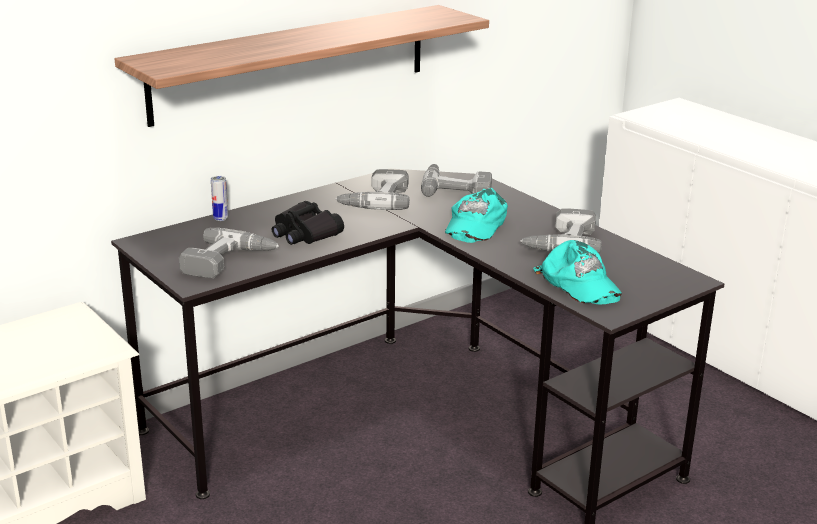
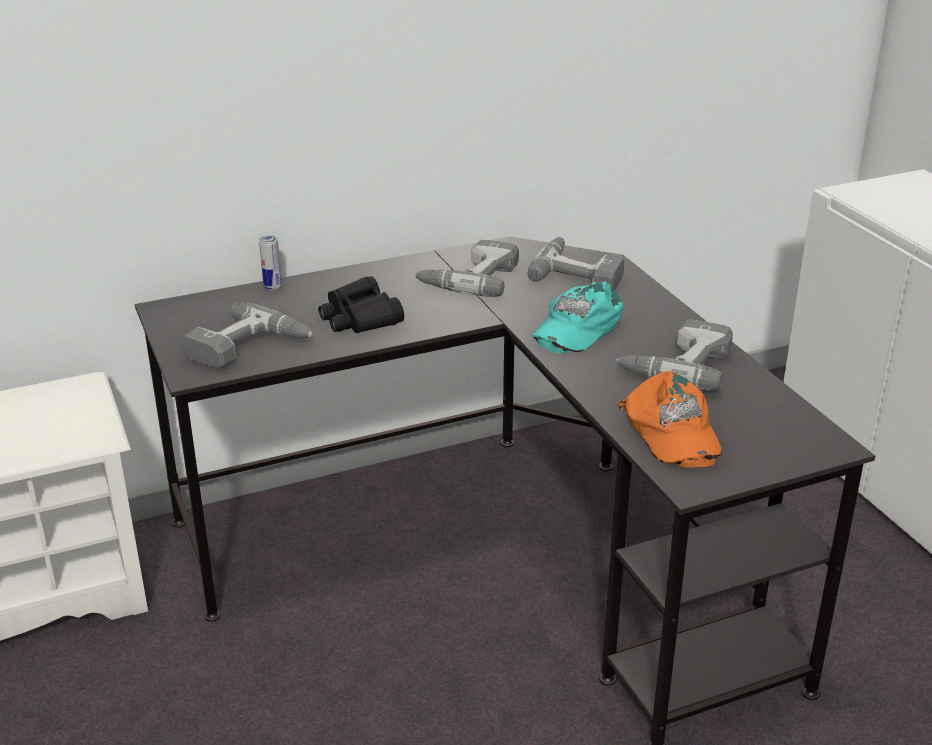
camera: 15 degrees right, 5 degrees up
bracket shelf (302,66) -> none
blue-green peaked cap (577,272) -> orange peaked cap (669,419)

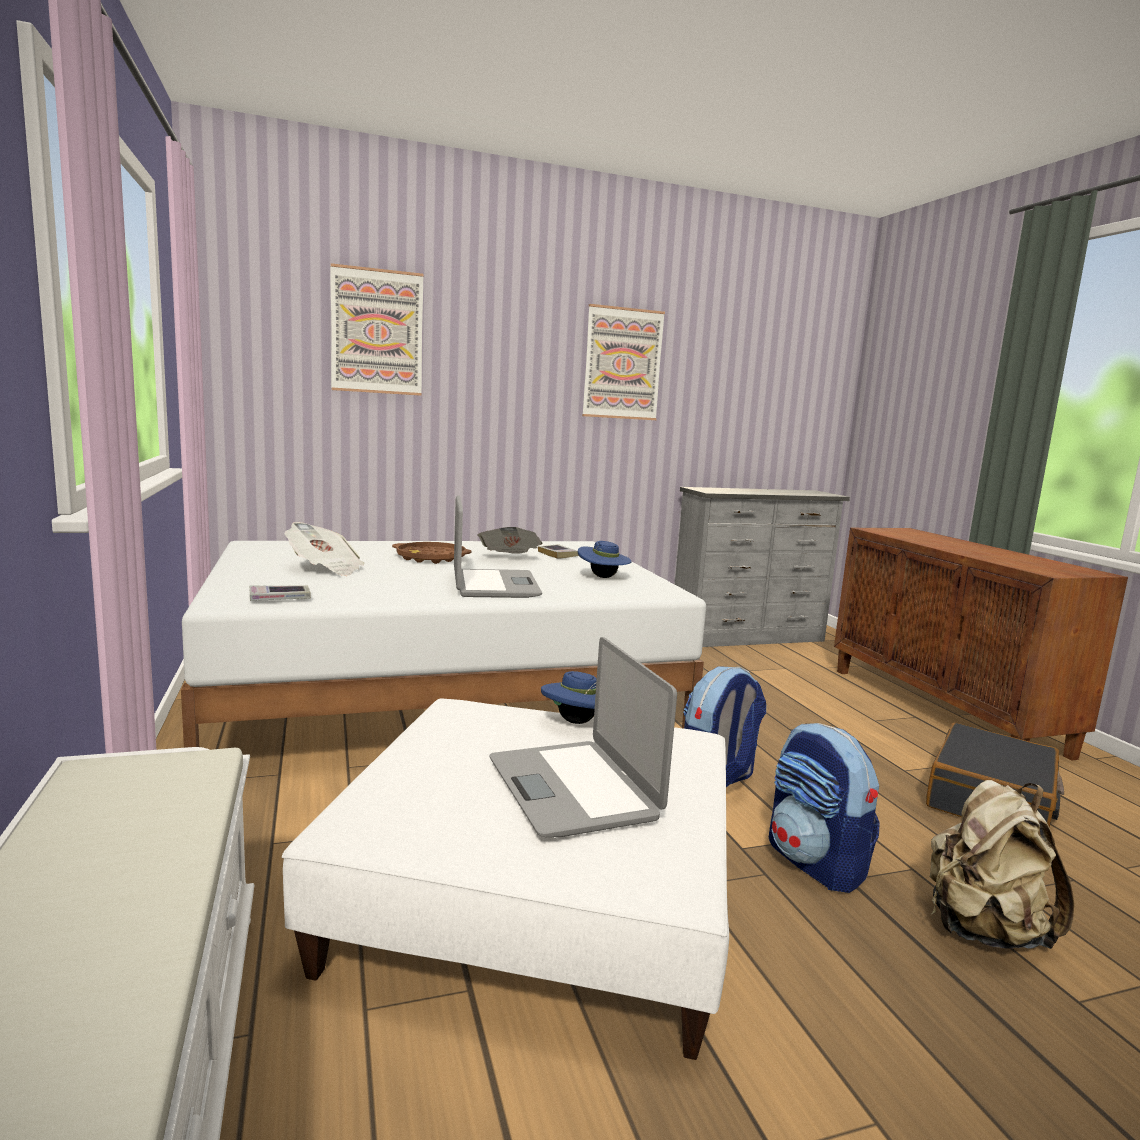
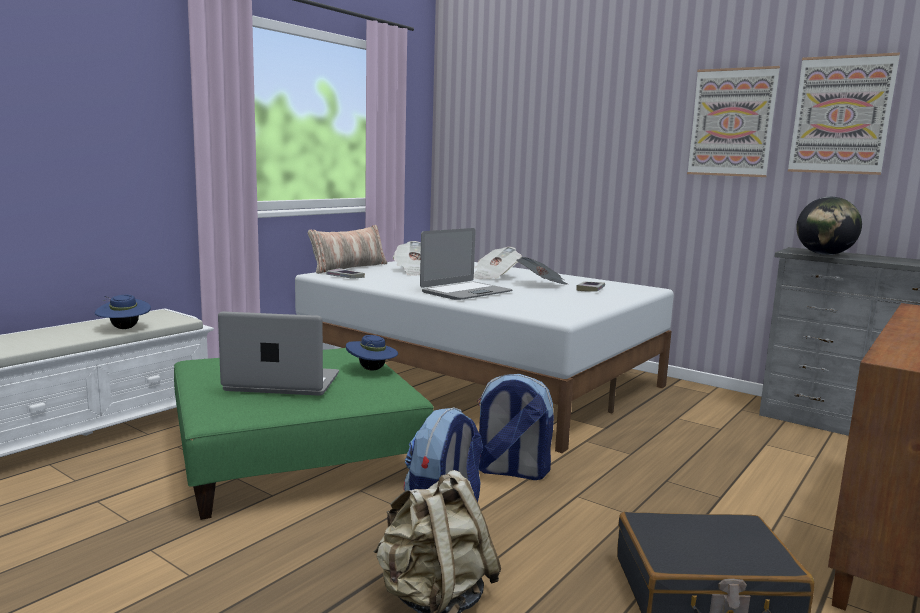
camera: 55 degrees right, 0 degrees up
wall art (376,329) -> wall art (844,114), relocated
blue-coloured wearable hat (605,559) -> blue-coloured wearable hat (123,312), relocated
brown carrying tray (432,553) -> daily paper (498,263)
notebook computer (583,737) -> notebook computer (278,353), 60 degrees clockwise
whitish ottoman (505,879) -> greenish ottoman (304,434)
none -> world globe (829,226)
none -> pillow (347,249)

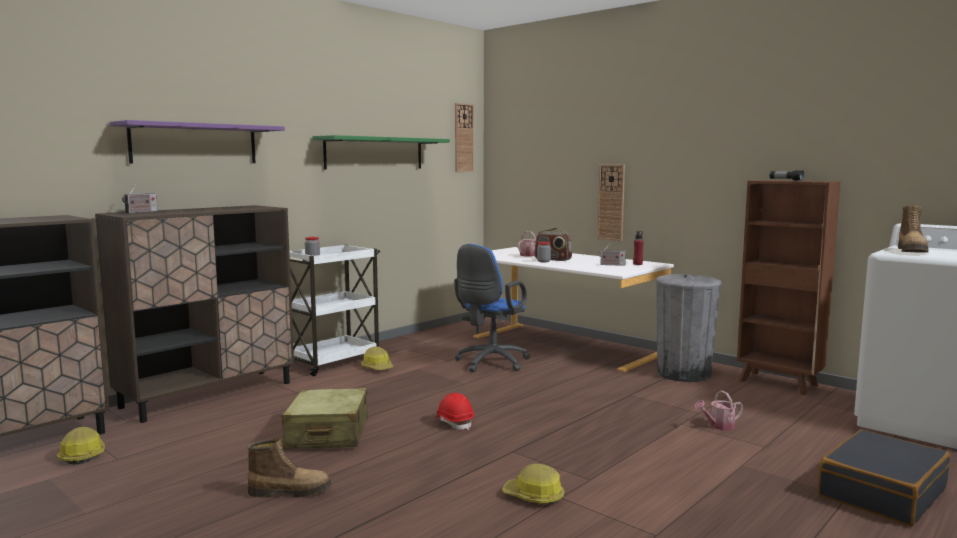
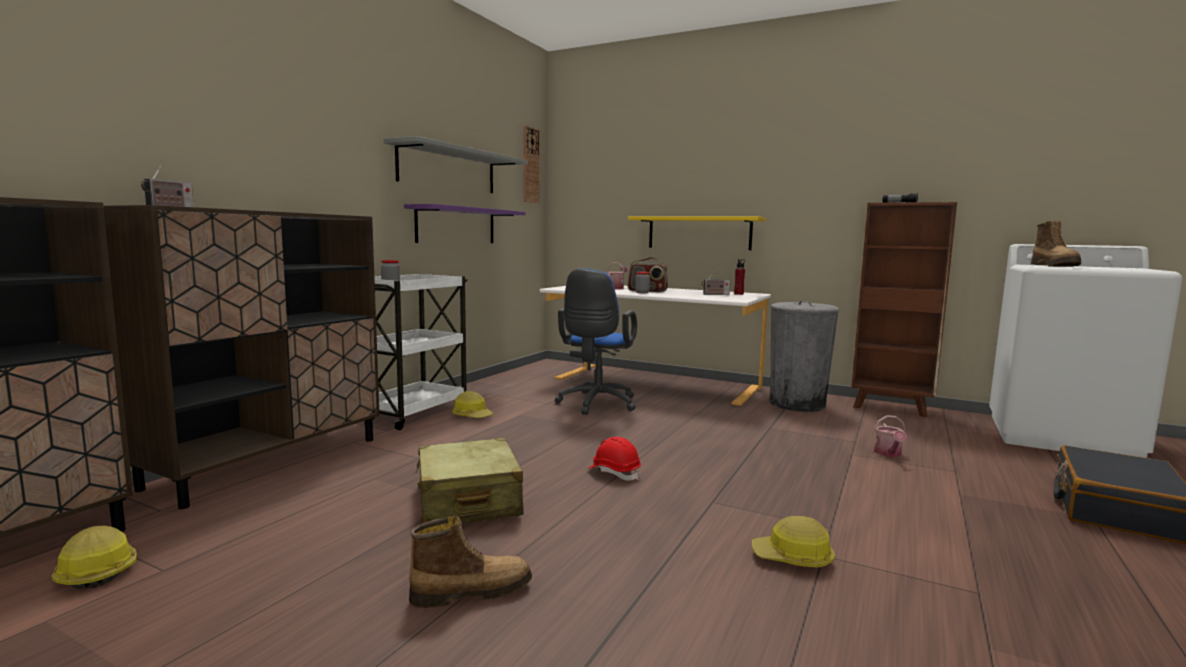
camera: 15 degrees left, 0 degrees up
purplish bracket shelf (197,141) -> purplish bracket shelf (464,223), relocated
greenish bracket shelf (381,152) -> greyish bracket shelf (456,164)
hanging clock (611,203) -> yellow-coloured bracket shelf (697,233)
sprinkling can (718,410) -> sprinkling can (890,436), 45 degrees counterclockwise

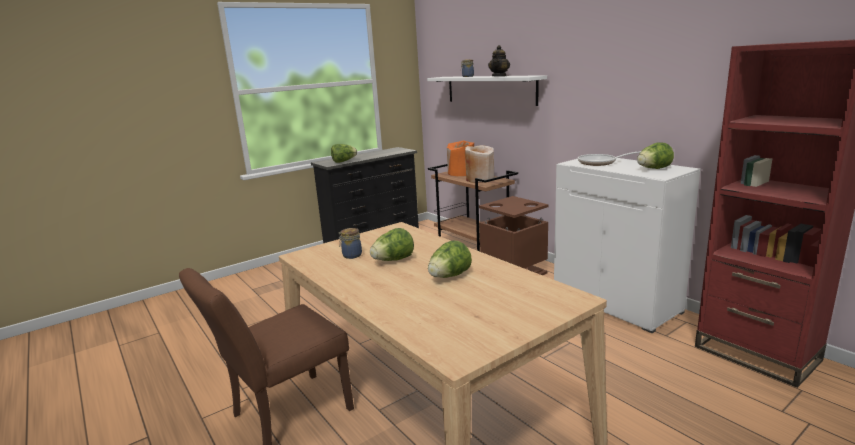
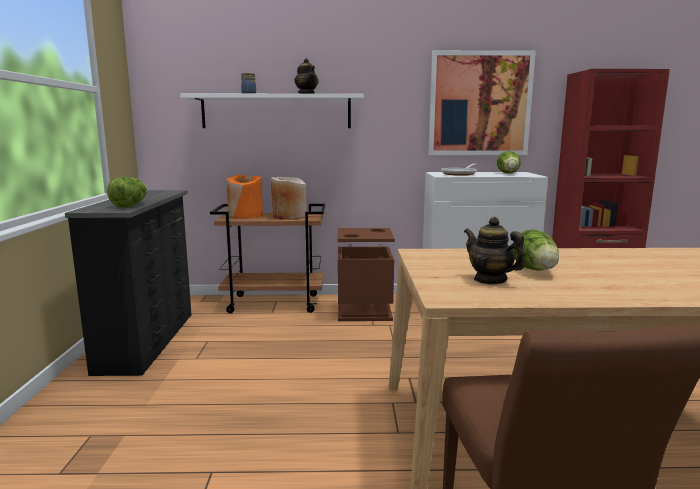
camera: 55 degrees left, 5 degrees down
jar (350,243) -> teapot (494,250)
lettuce head (450,259) -> none
none -> wall art (482,102)

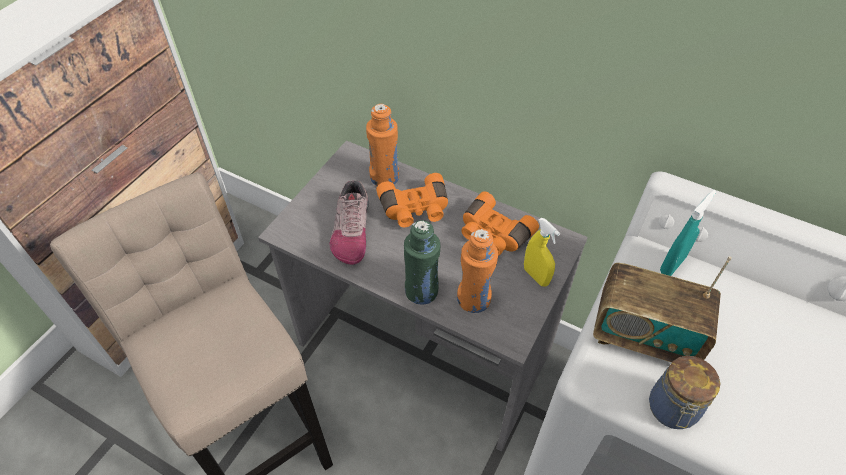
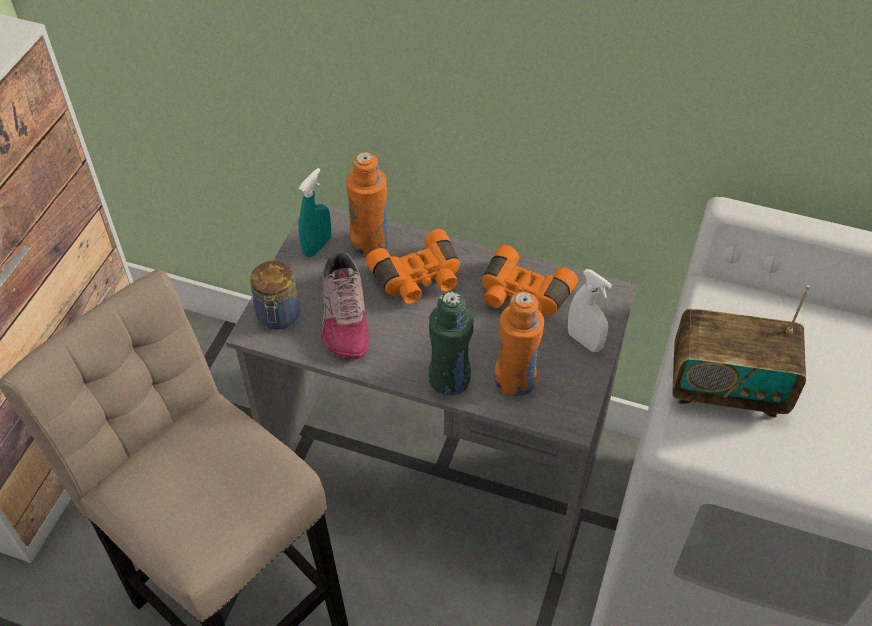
camera: 10 degrees left, 0 degrees up
blue-green sprayer (688,233) -> blue-green sprayer (314,212), relocated
yellow-coloured sprayer (542,252) -> whitish sprayer (590,310)
jar (684,392) -> jar (275,295), relocated

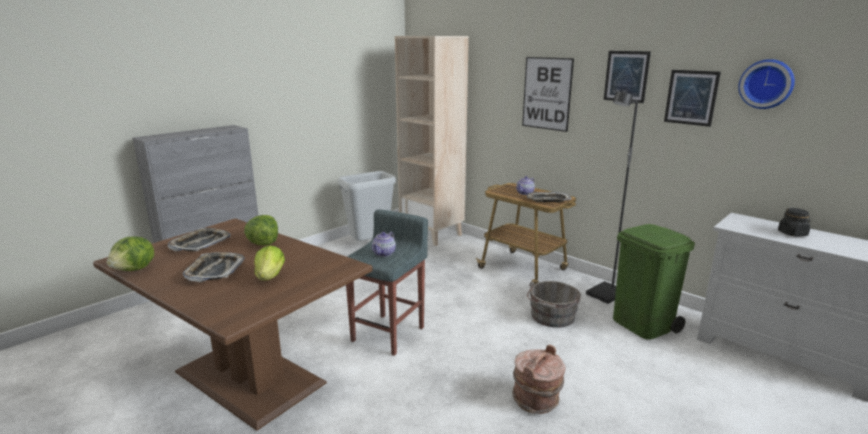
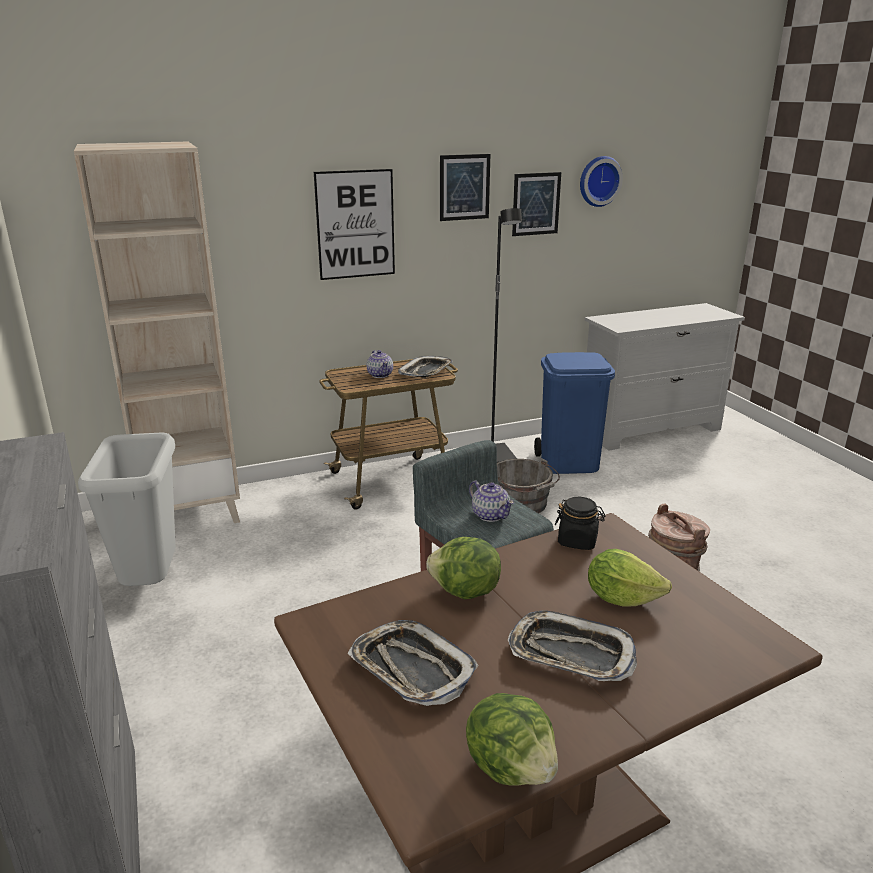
camera: 65 degrees left, 5 degrees up
black-coloured jar (794,222) -> black-coloured jar (580,523), relocated
greenish rubbish bin (654,282) -> blue-coloured rubbish bin (574,413)

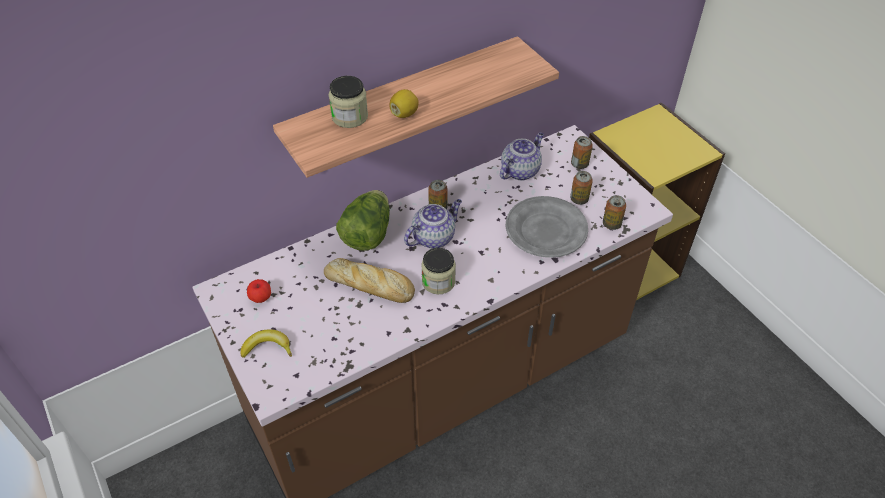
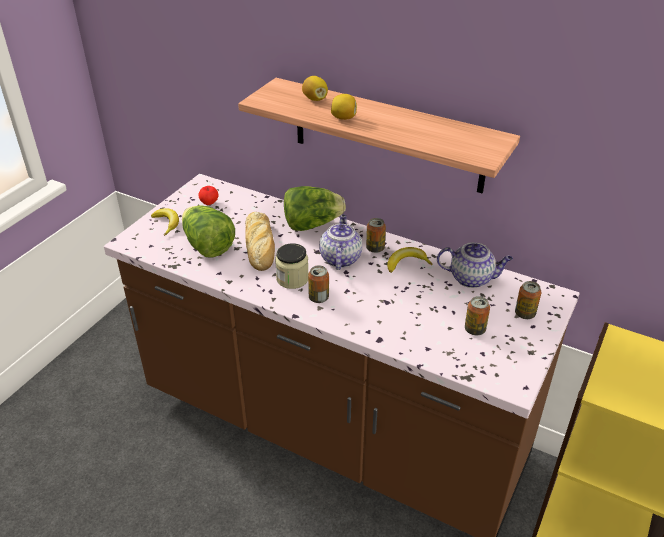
camera: 60 degrees right, 10 degrees down
jar (348,102) -> citrus fruit (315,88)
sealed can (614,212) -> sealed can (318,284), relocated
greyish plate (547,227) -> none
teapot (433,224) -> teapot (340,242), 105 degrees counterclockwise
none -> lettuce head (208,231)
none -> banana (409,260)

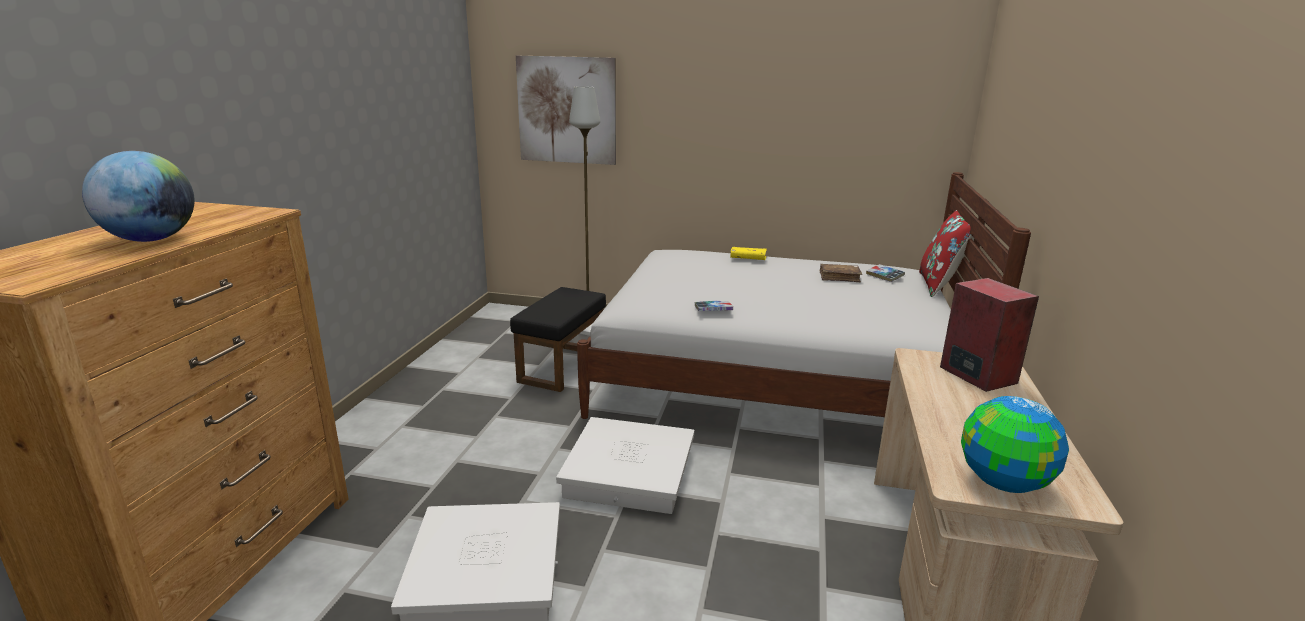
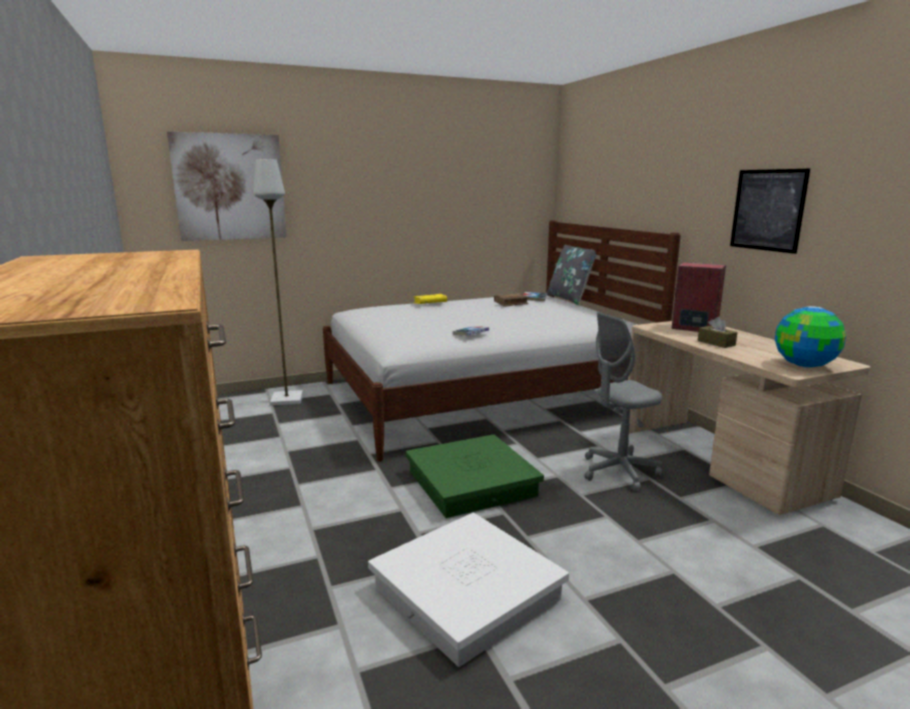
camera: 35 degrees left, 5 degrees down
world globe (138,196) -> none
reddish pillow (946,253) -> greyish pillow (571,275)
black-coloured ottoman (558,339) -> none
whitish storage bin (625,465) -> greenish storage bin (475,476)
none -> wall art (770,211)
none -> greyish office chair (623,401)
none -> brown box of tissues (718,332)

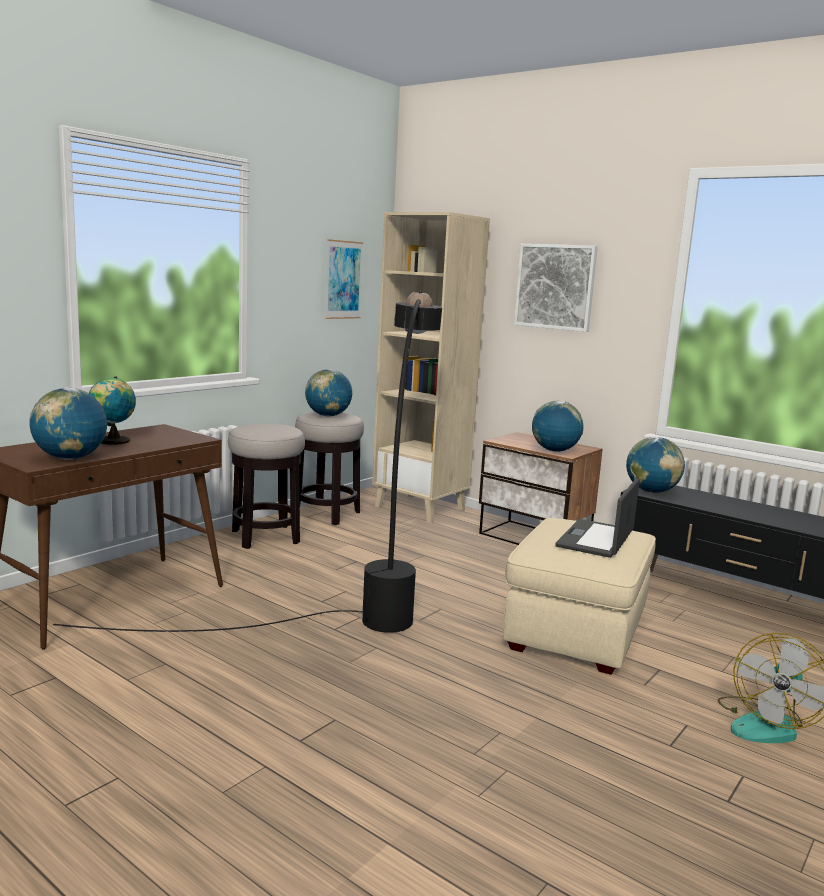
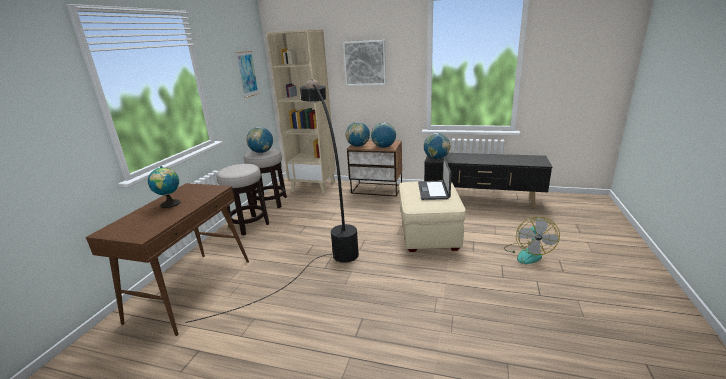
camera: 20 degrees left, 10 degrees up
world globe (68,423) -> world globe (358,134), relocated

